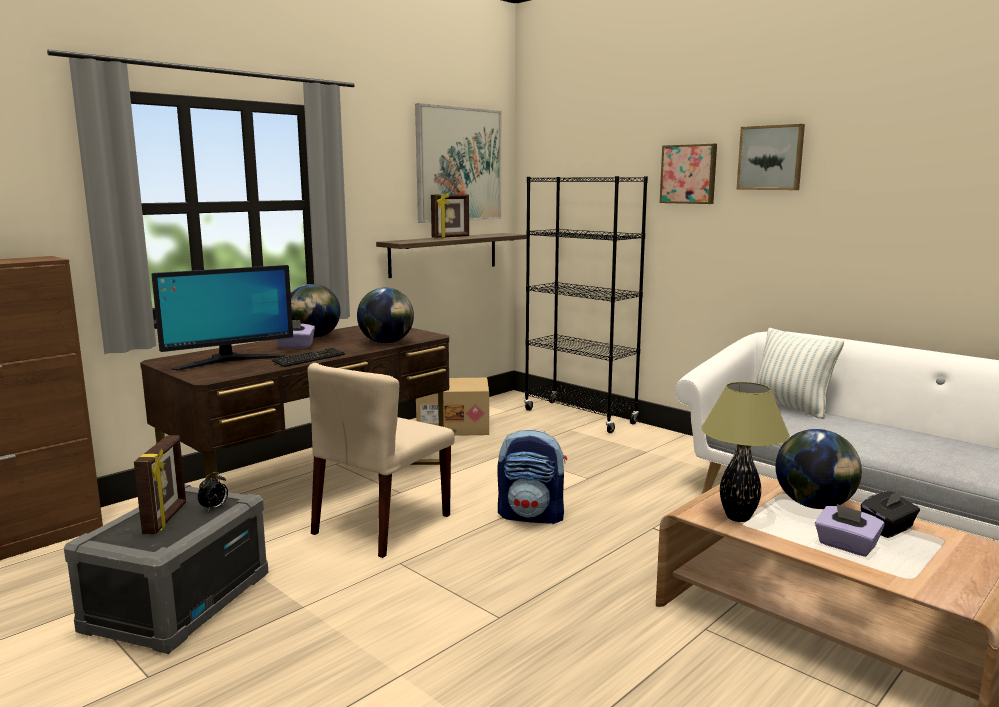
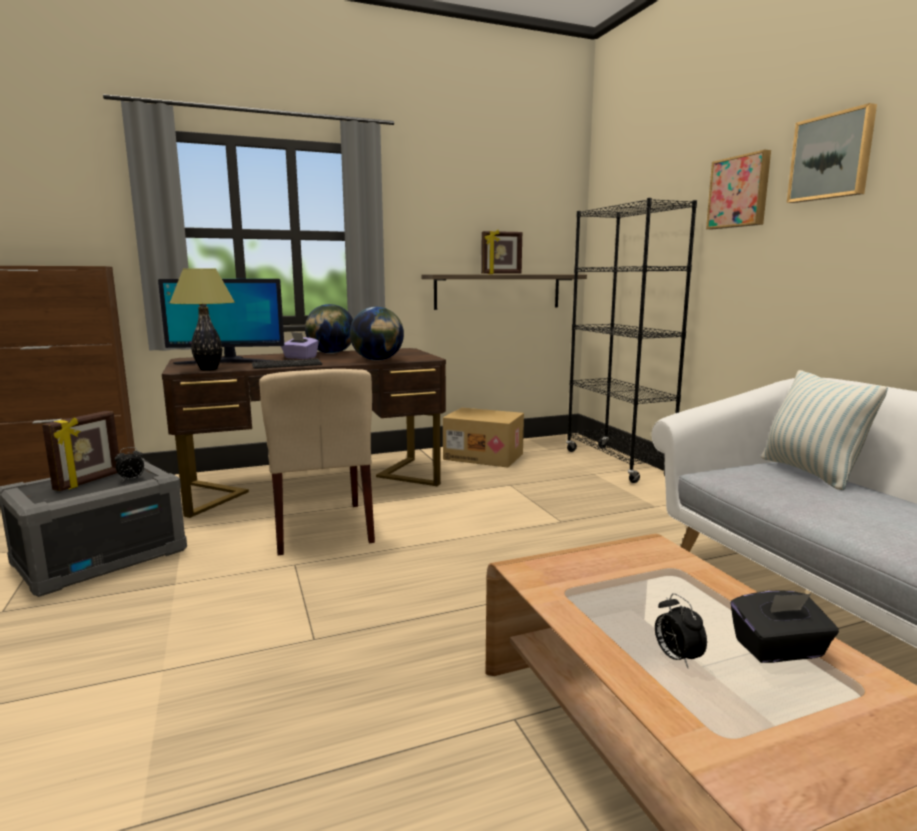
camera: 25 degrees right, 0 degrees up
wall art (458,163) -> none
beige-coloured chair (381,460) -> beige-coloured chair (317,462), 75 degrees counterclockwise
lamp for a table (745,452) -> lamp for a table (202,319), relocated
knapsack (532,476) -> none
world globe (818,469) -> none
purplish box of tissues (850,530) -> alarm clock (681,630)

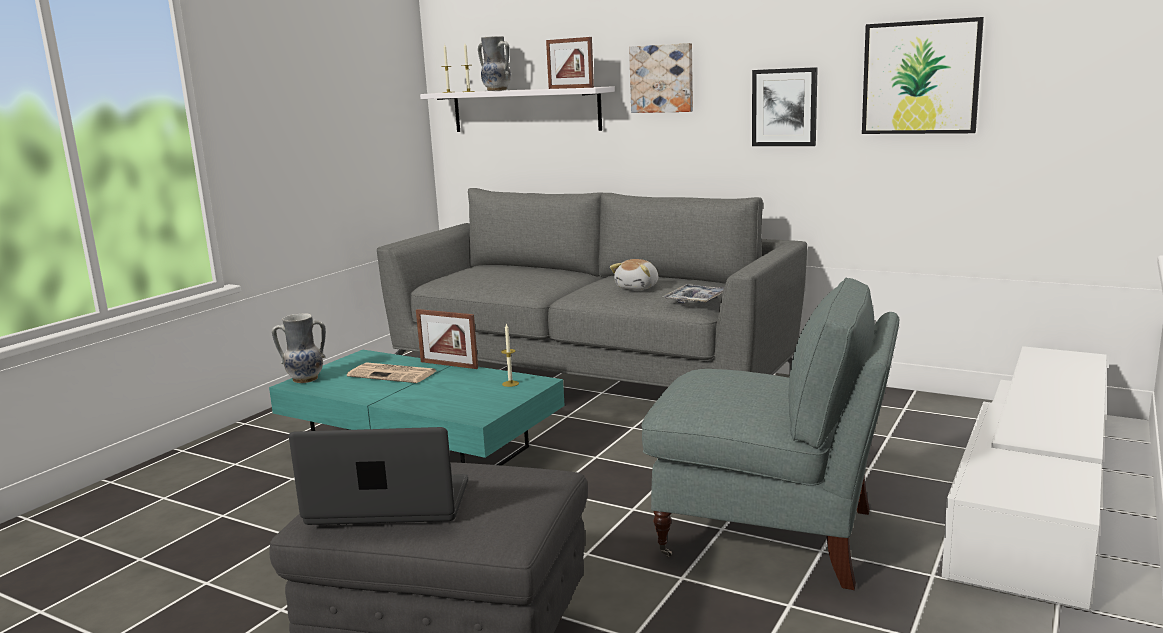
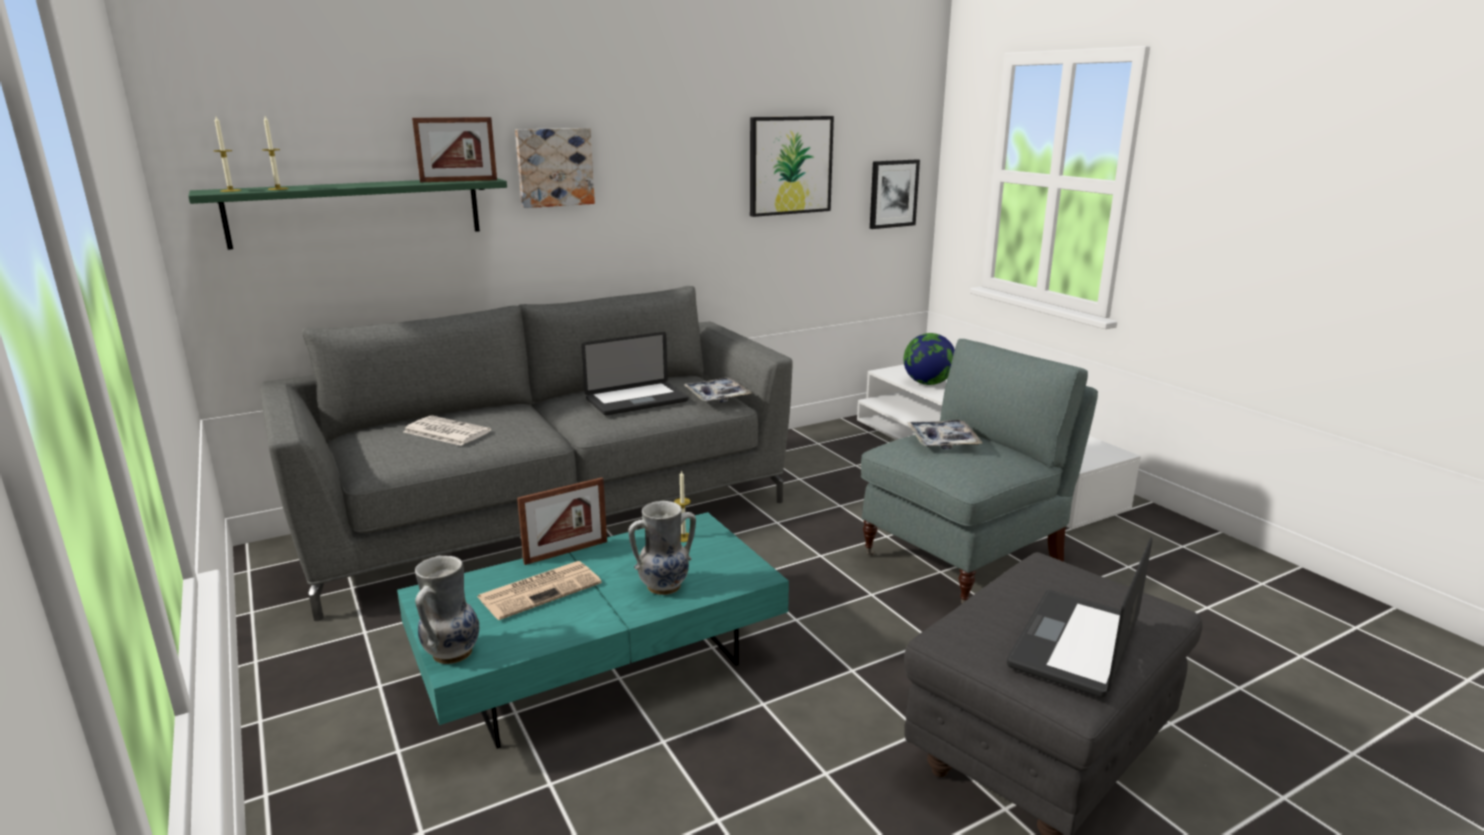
camera: 60 degrees left, 5 degrees up
decorative vase (494,63) -> decorative vase (662,548), relocated
wall art (785,106) -> wall art (895,194), relocated
whitish bracket shelf (517,109) -> greenish bracket shelf (347,214)
plush toy (634,274) -> notebook computer (635,373)
none -> world globe (929,359)
none -> daily paper (447,431)
none -> carrying tray (945,434)

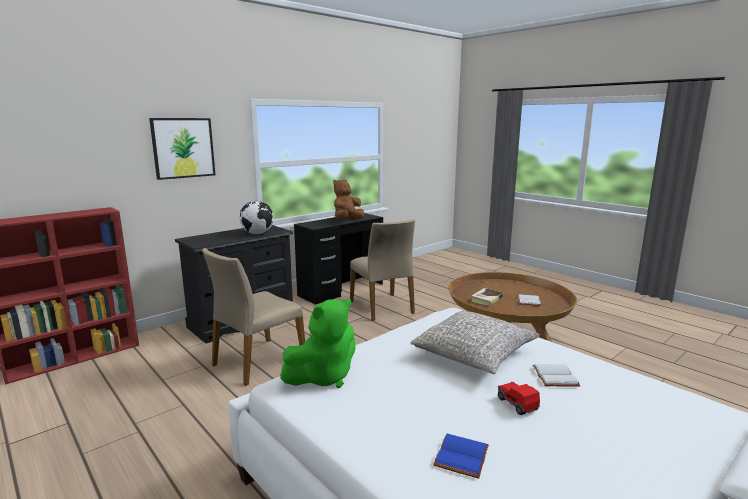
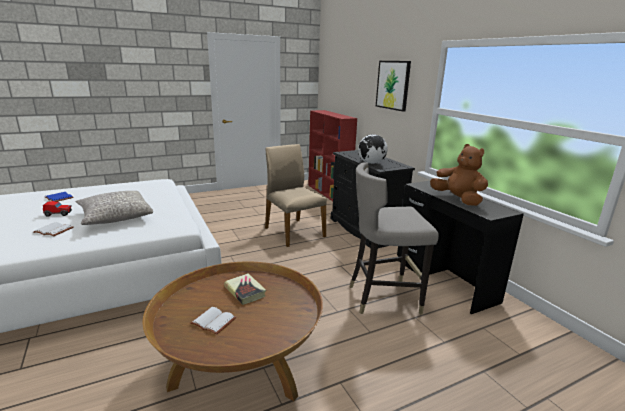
camera: 105 degrees right, 5 degrees up
beige-coloured chair (382,270) -> greyish stool seat (394,238)
greenish plush toy (318,343) -> none

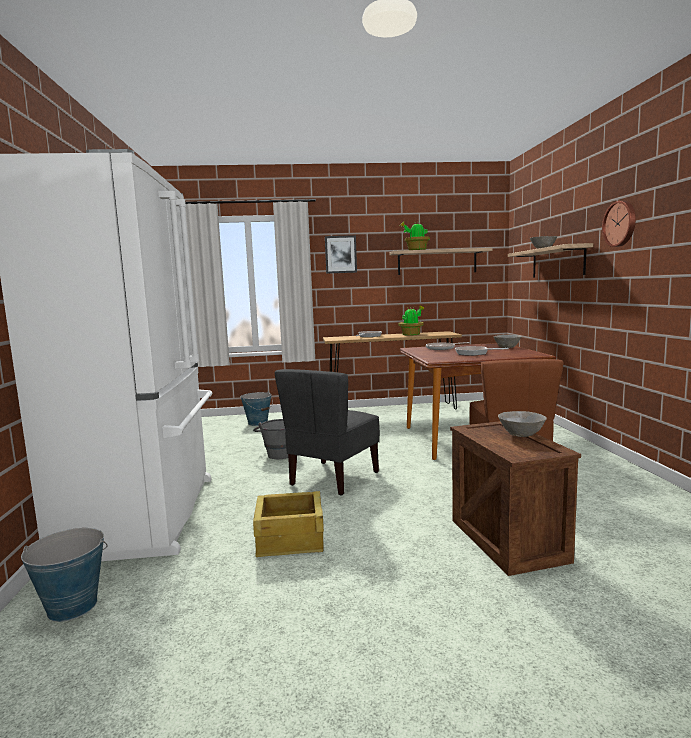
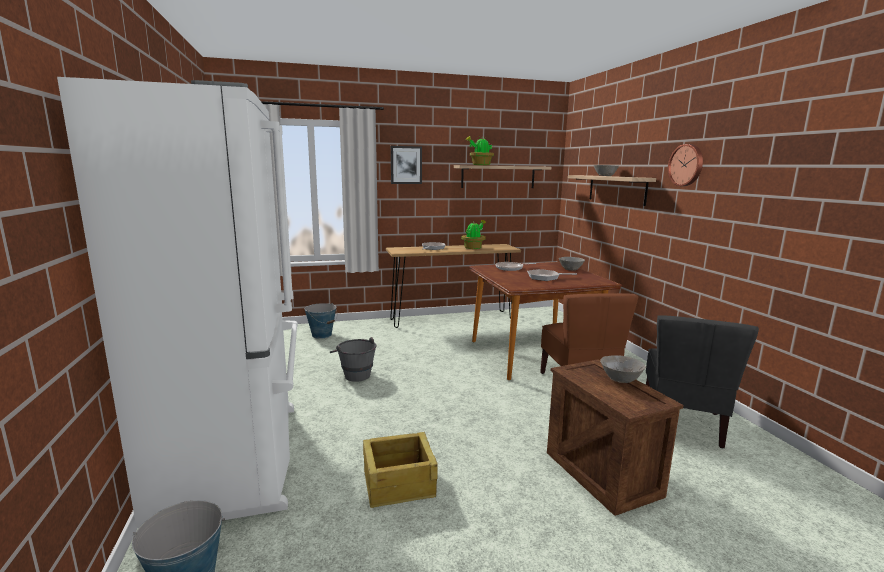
camera: 10 degrees left, 5 degrees up
greyish chair (327,432) -> greyish chair (702,381), relocated

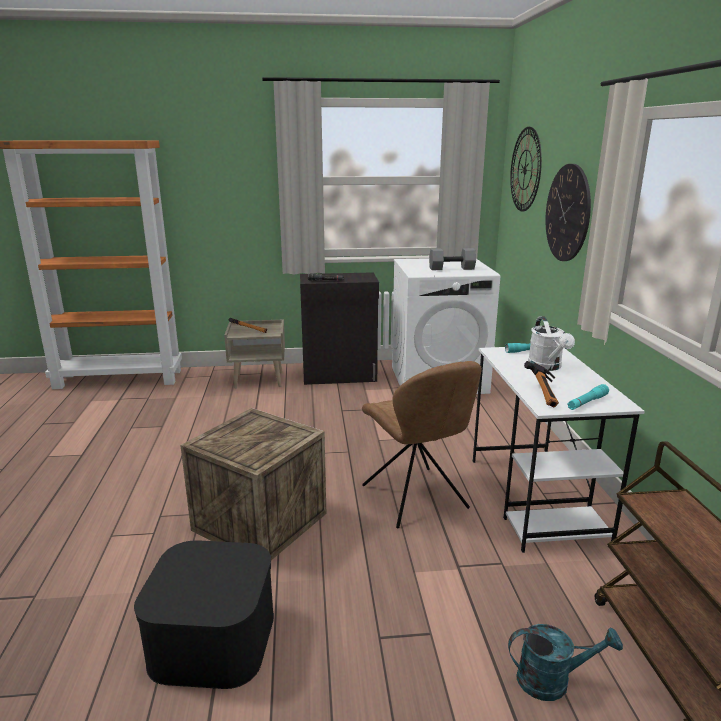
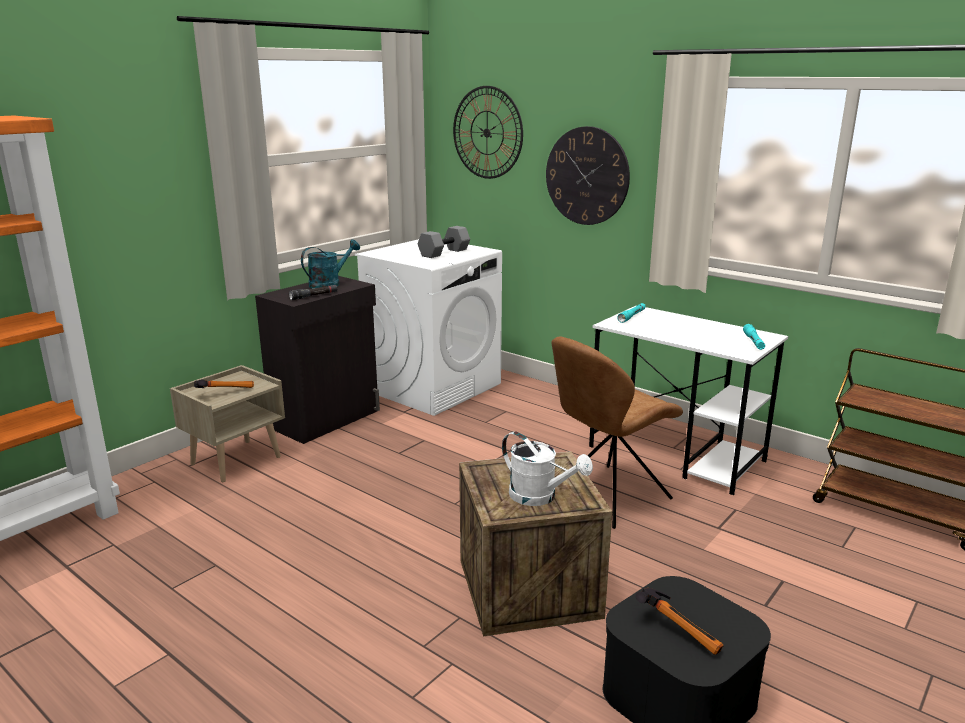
camera: 45 degrees left, 0 degrees up
whitish sprinkling can (551,343) -> whitish sprinkling can (547,468), relocated
brown chair (422,444) -> brown chair (617,432), 120 degrees clockwise
hand hammer (541,384) -> hand hammer (680,621), relocated
blue-green sprinkling can (565,662) -> blue-green sprinkling can (330,264), relocated

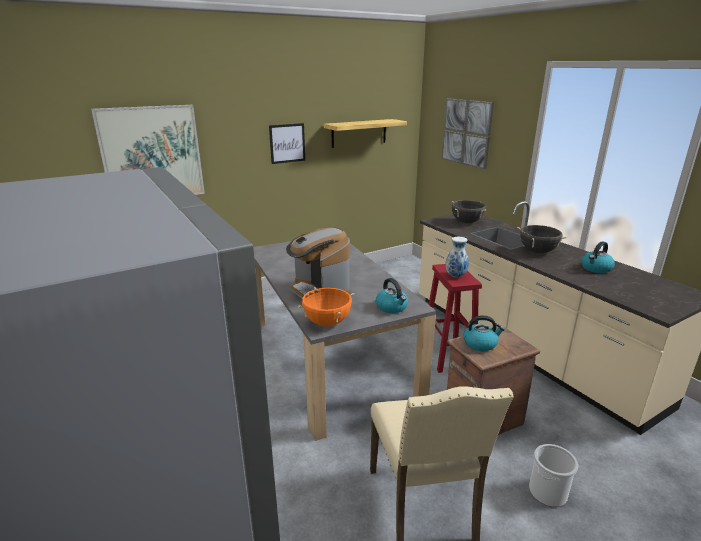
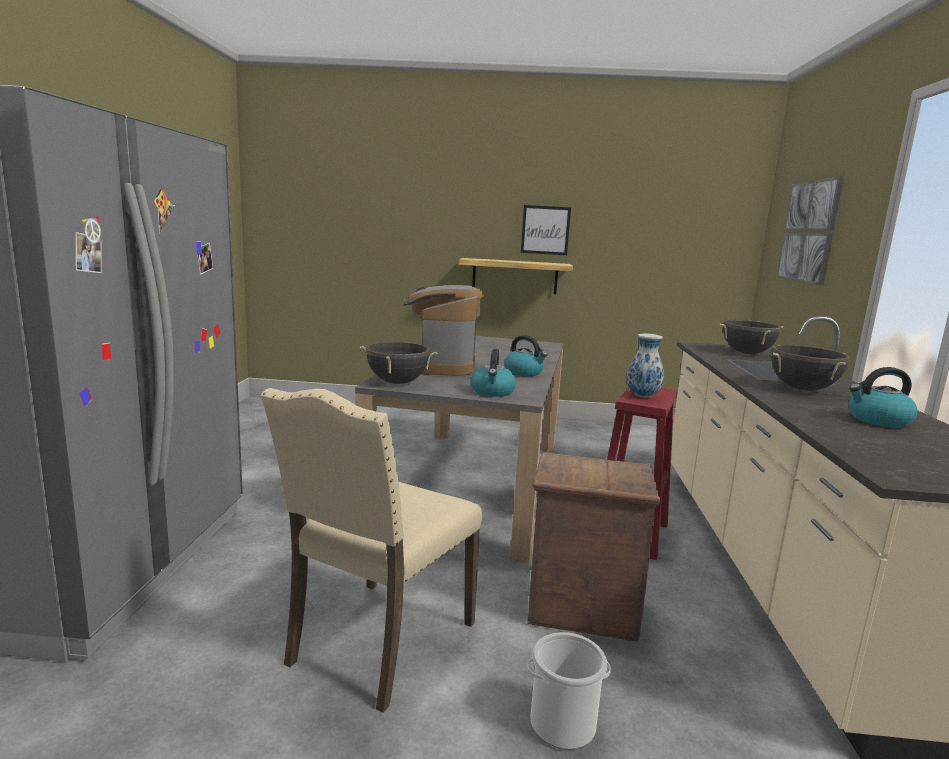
camera: 35 degrees right, 10 degrees down
wall art (148,150) -> none
bracket shelf (365,133) -> bracket shelf (516,276), relocated
orange saucepot (326,306) -> black-coloured saucepot (399,363)
water kettle (484,333) -> water kettle (526,355), relocated

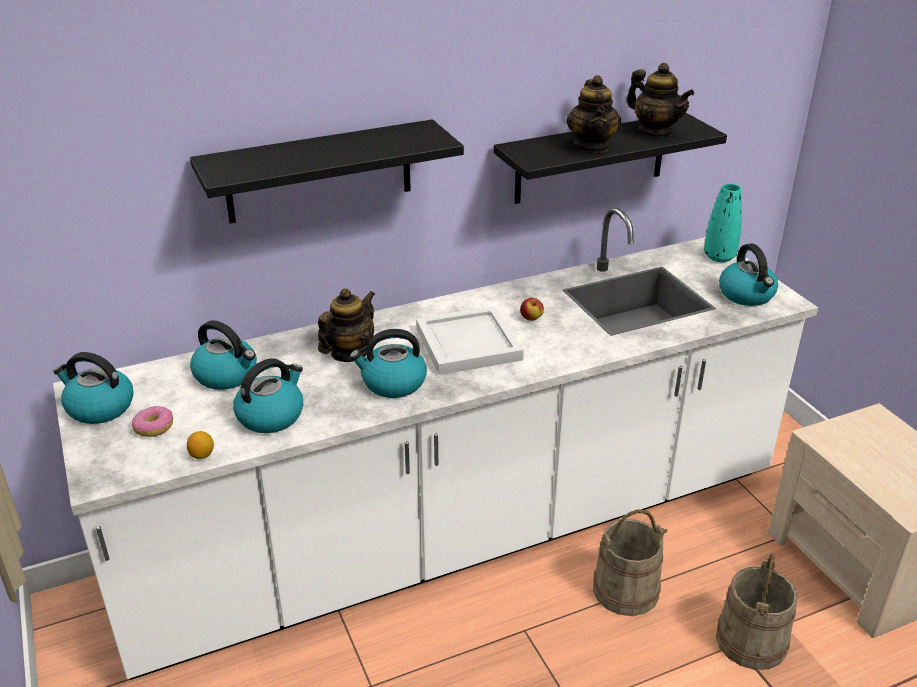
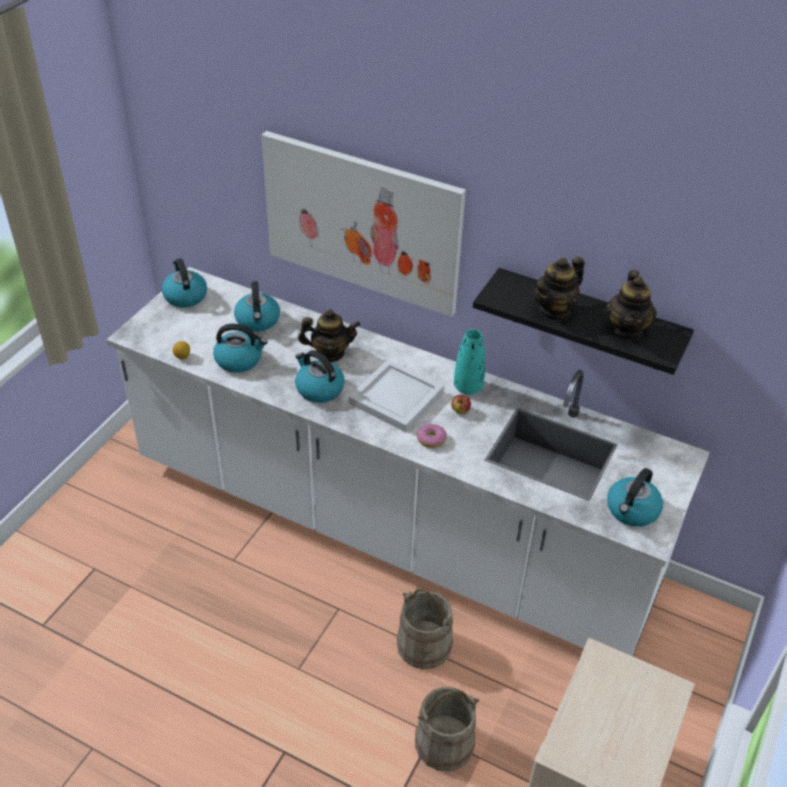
camera: 50 degrees right, 10 degrees up
black-coloured bracket shelf (327,171) -> wall art (363,224)
blue-green decorative vase (723,223) -> blue-green decorative vase (469,362), relocated
ring doughnut (152,421) -> ring doughnut (432,436), relocated

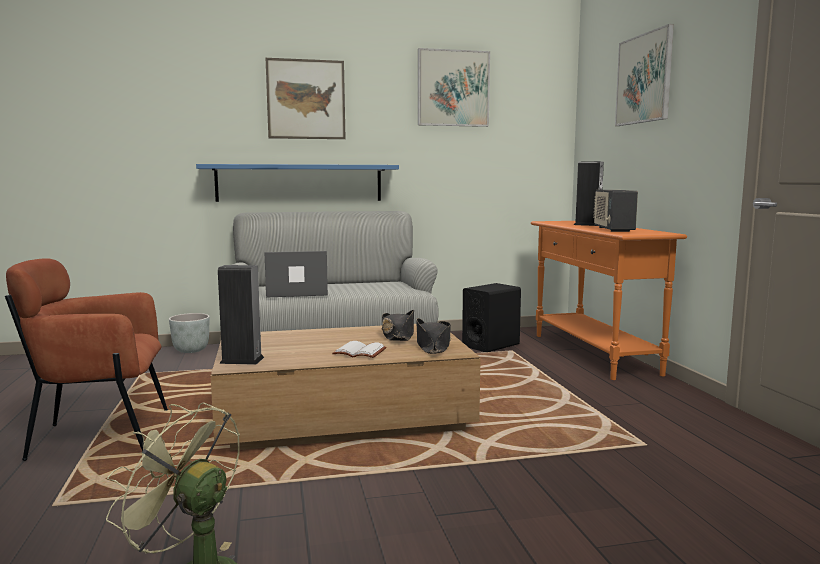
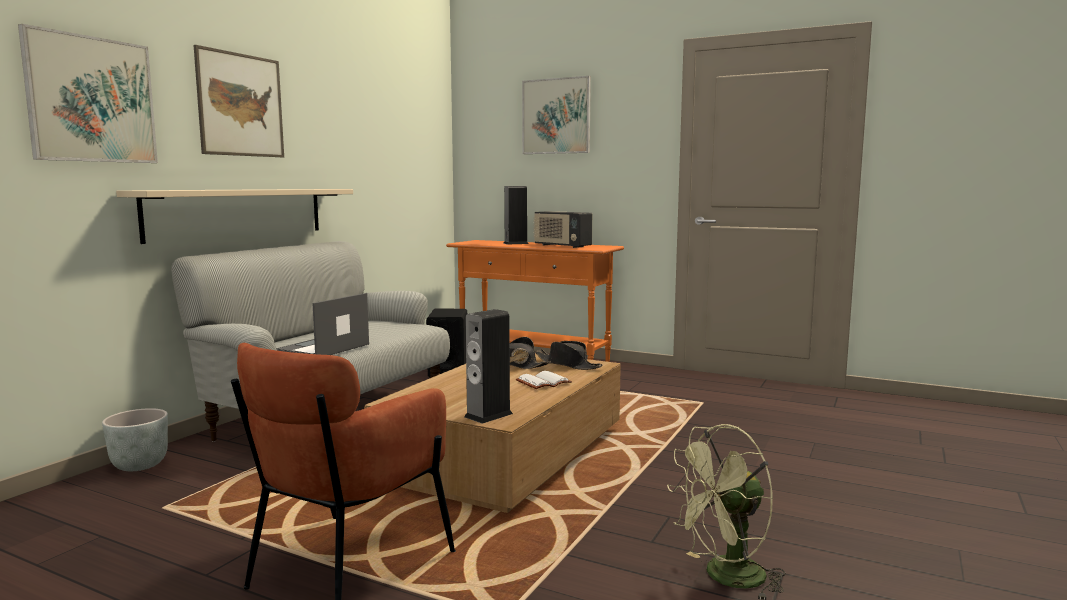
camera: 50 degrees left, 0 degrees up
wall art (454,87) -> wall art (88,93), relocated
blue-coloured bracket shelf (297,183) -> beige-coloured bracket shelf (234,216)

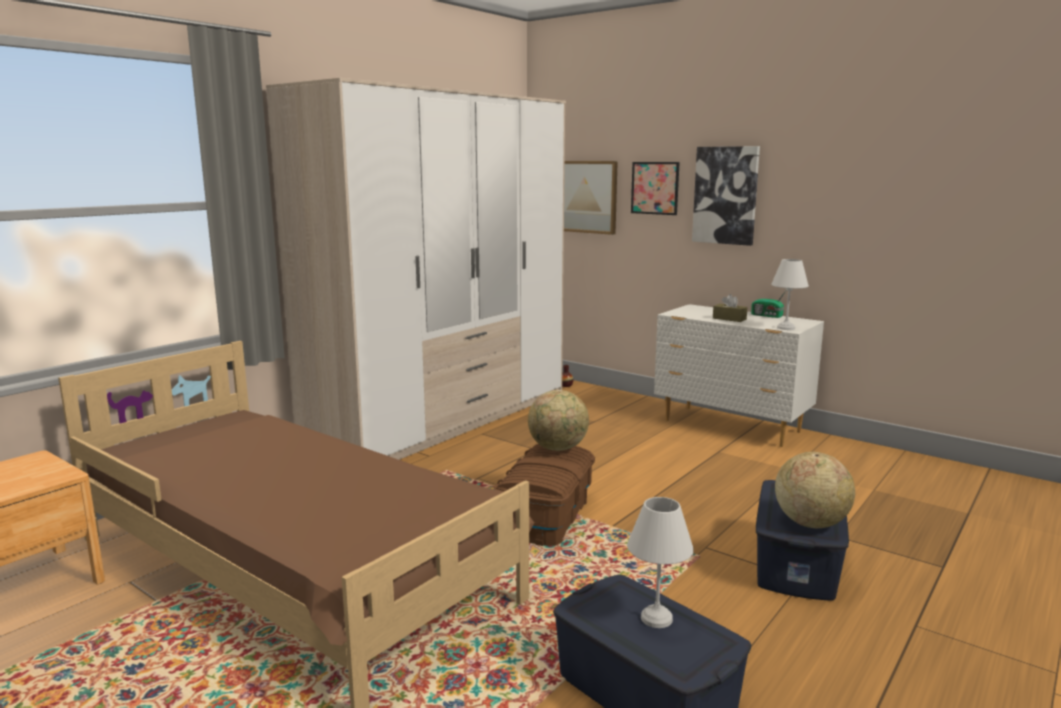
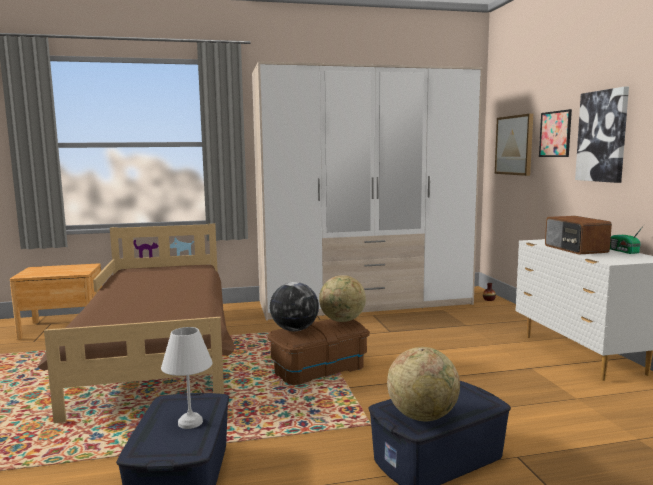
camera: 40 degrees right, 5 degrees down
whitish lamp for a table (790,294) -> none
brown box of tissues (730,308) -> radio set (578,235)
none -> world globe (294,306)

